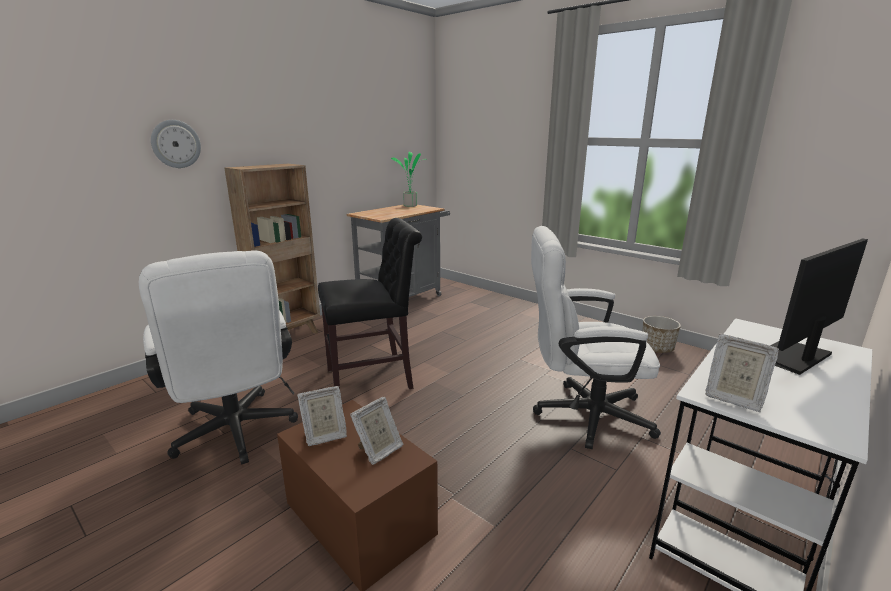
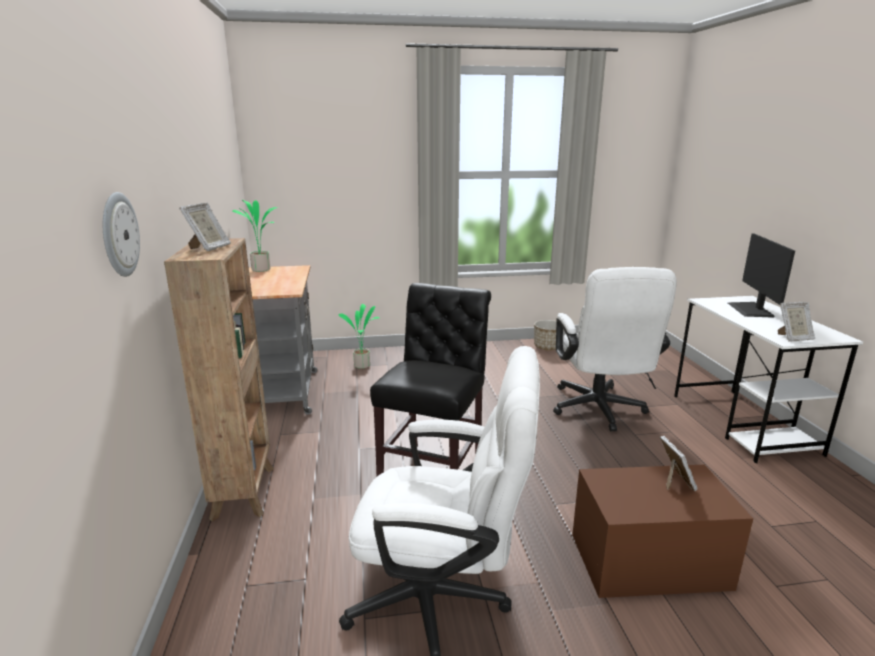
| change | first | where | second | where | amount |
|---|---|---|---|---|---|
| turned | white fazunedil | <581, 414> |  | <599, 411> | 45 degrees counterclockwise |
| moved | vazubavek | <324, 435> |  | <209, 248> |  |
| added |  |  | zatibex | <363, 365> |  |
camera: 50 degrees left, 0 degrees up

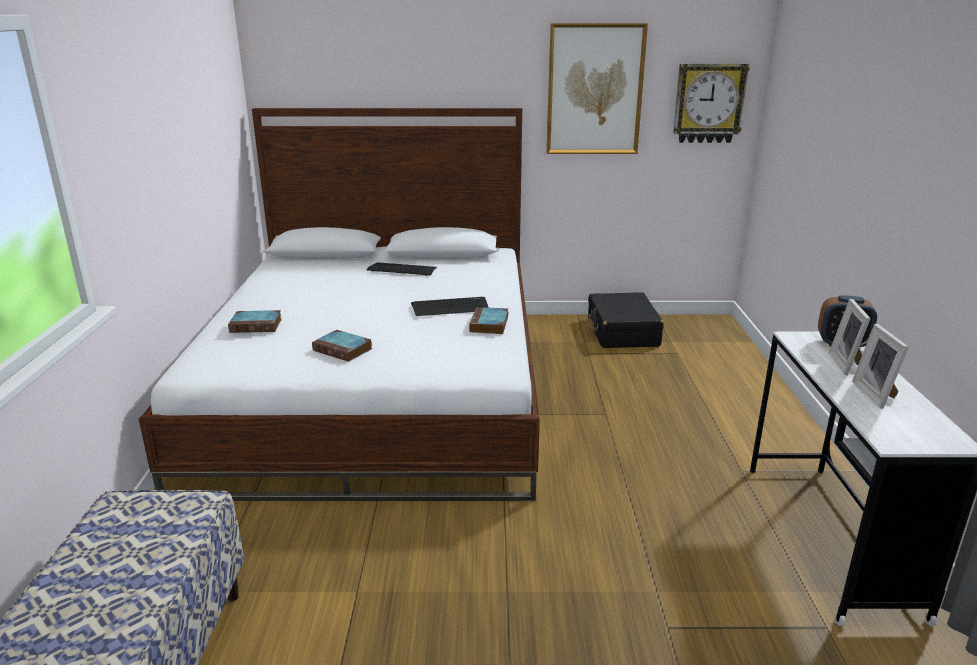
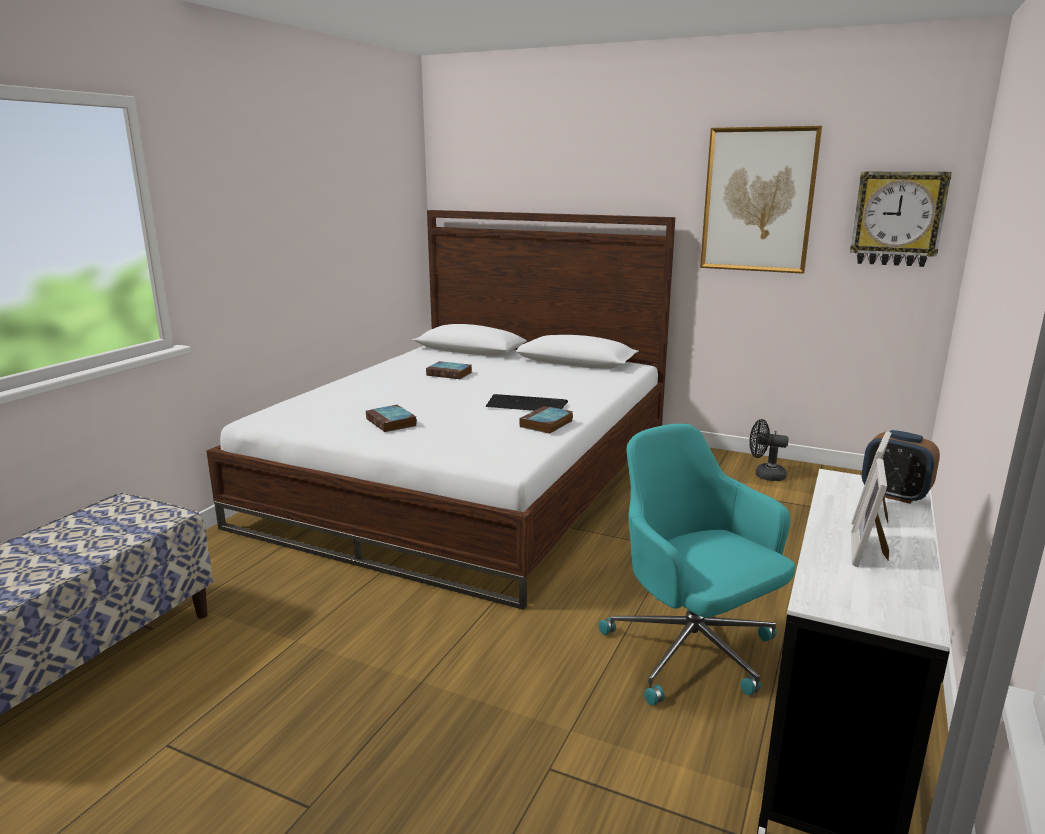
| change | first | where | second | where | amount |
|---|---|---|---|---|---|
| removed | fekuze | <402, 270> |  |  |  |
| replaced | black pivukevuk | <622, 332> | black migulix | <764, 475> |  |
| moved | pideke | <257, 325> |  | <450, 374> |  |
| added |  |  | turquoise fazunedil | <692, 652> |  |
camera: 25 degrees right, 5 degrees down

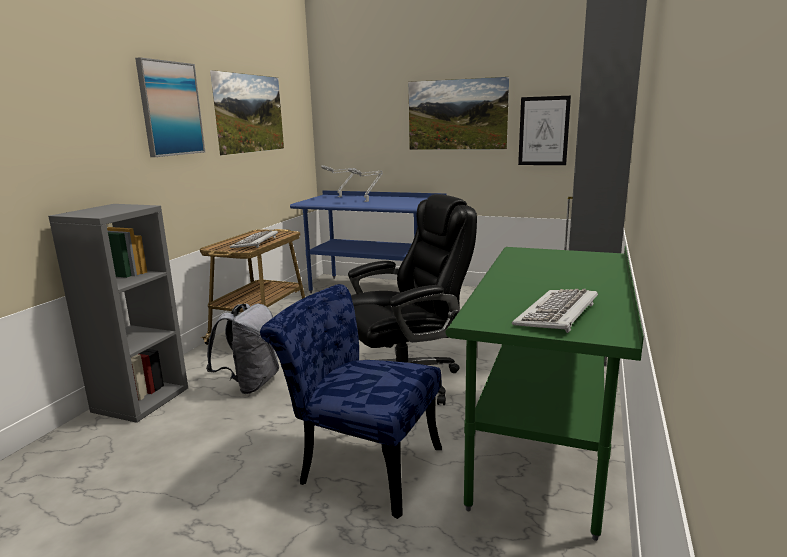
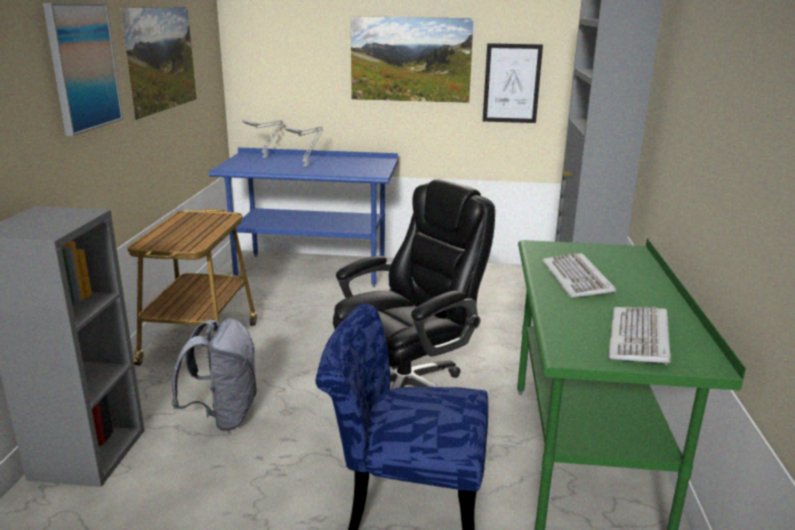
| change | first | where | second | where | amount |
|---|---|---|---|---|---|
| moved | fekuze | <255, 242> |  | <577, 279> |  |
camera: 15 degrees left, 5 degrees up

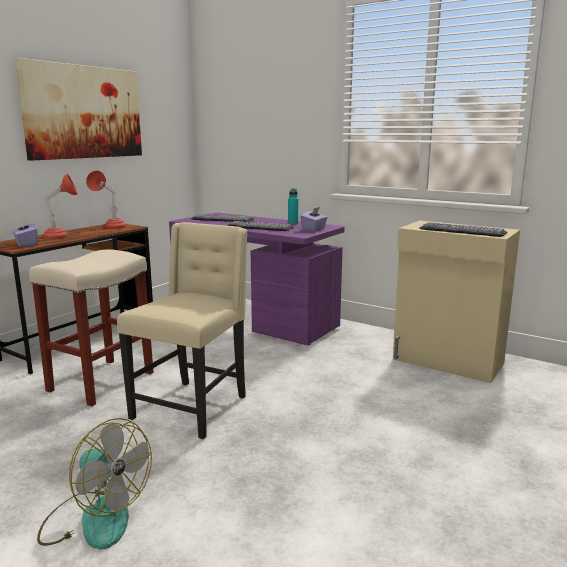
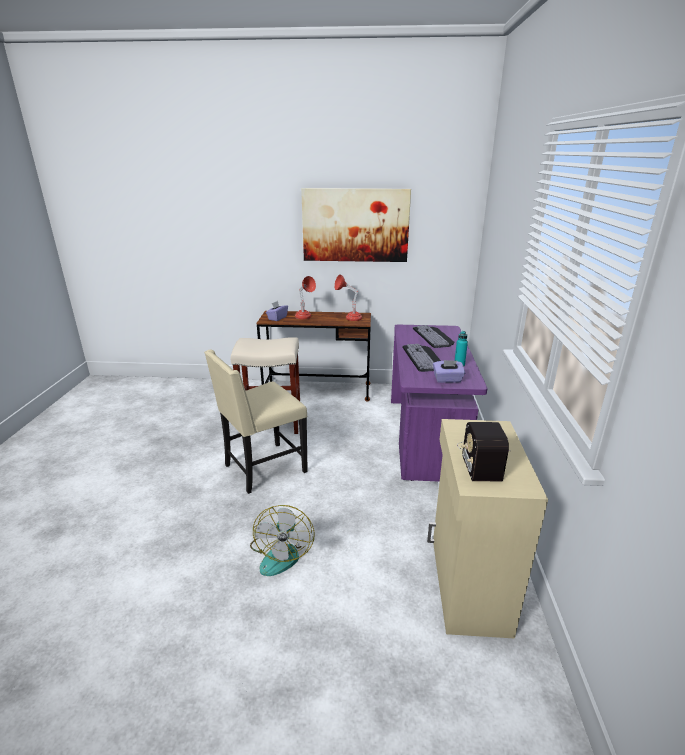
| change | first | where | second | where | amount |
|---|---|---|---|---|---|
| turned | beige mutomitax | <192, 407> |  | <263, 469> | 150 degrees clockwise |
| replaced | fekuze | <464, 230> | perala | <481, 458> |  |
| moved | migulix | <95, 518> |  | <281, 553> |  |
camera: 60 degrees right, 10 degrees up

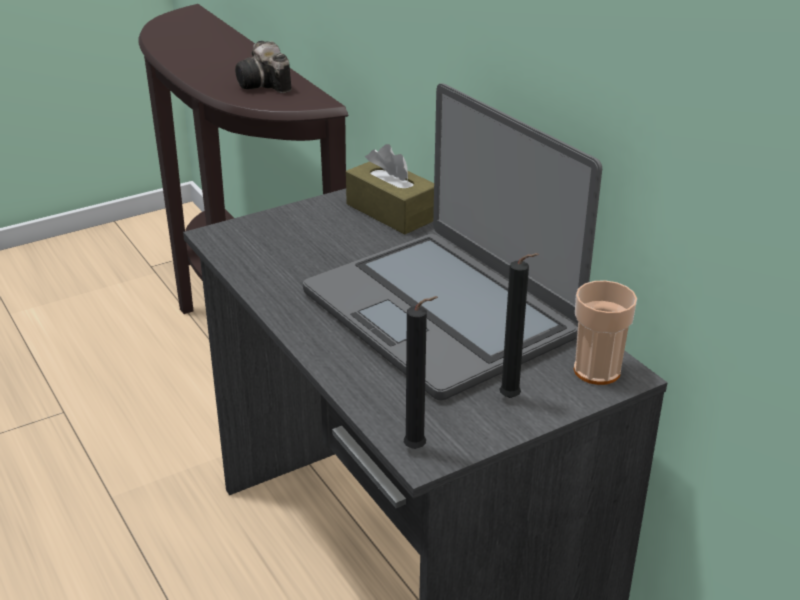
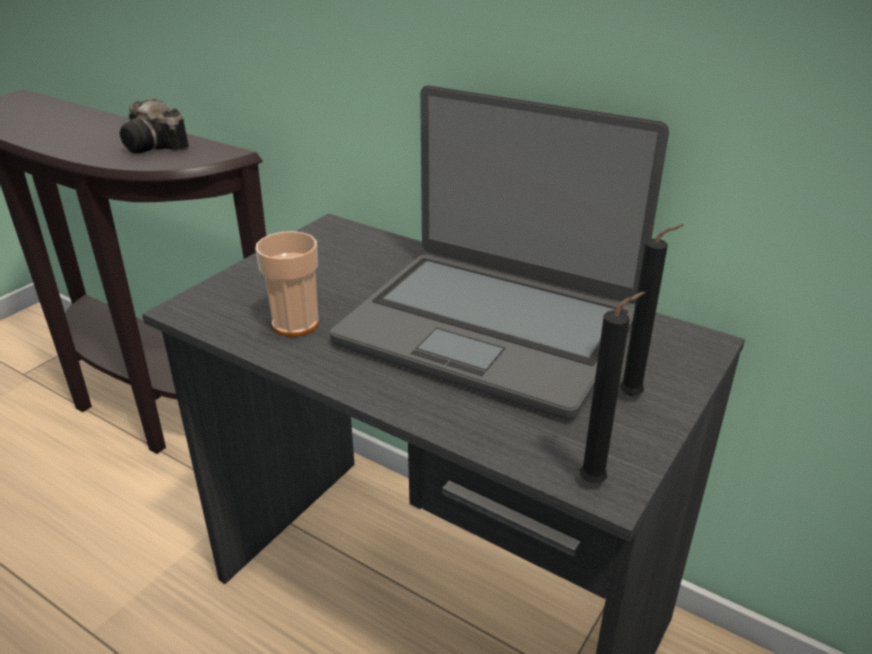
| change | first | where | second | where | amount |
|---|---|---|---|---|---|
| removed | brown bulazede | <391, 212> |  |  |  |
| moved | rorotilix | <597, 371> |  | <295, 323> |  |
camera: 25 degrees left, 0 degrees up

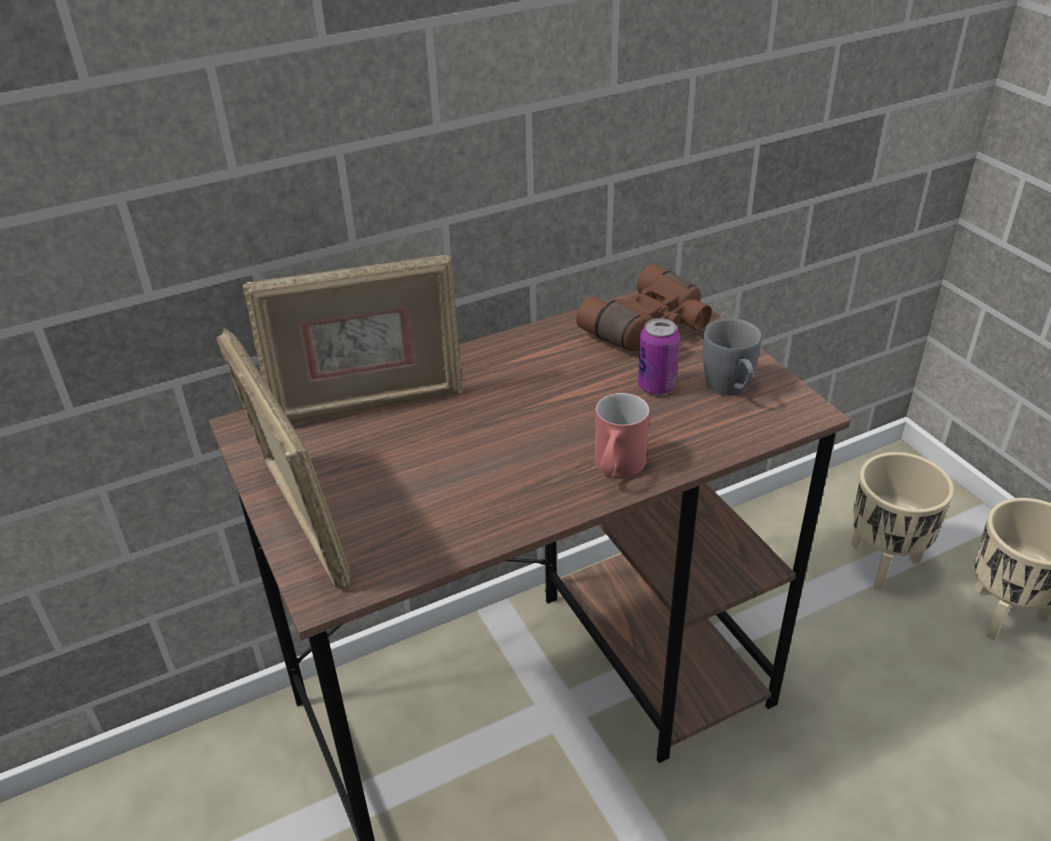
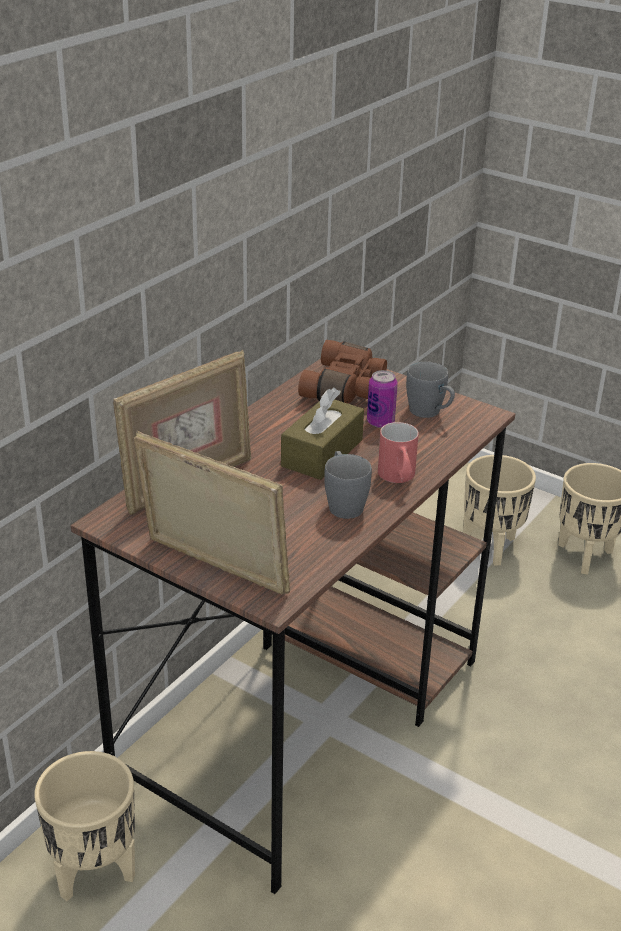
| change | first | where | second | where | amount |
|---|---|---|---|---|---|
| added |  |  | brown bulazede | <322, 453> |  |
| added |  |  | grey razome | <343, 503> |  |
| added |  |  | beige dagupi | <94, 871> |  |
camera: 30 degrees left, 5 degrees down

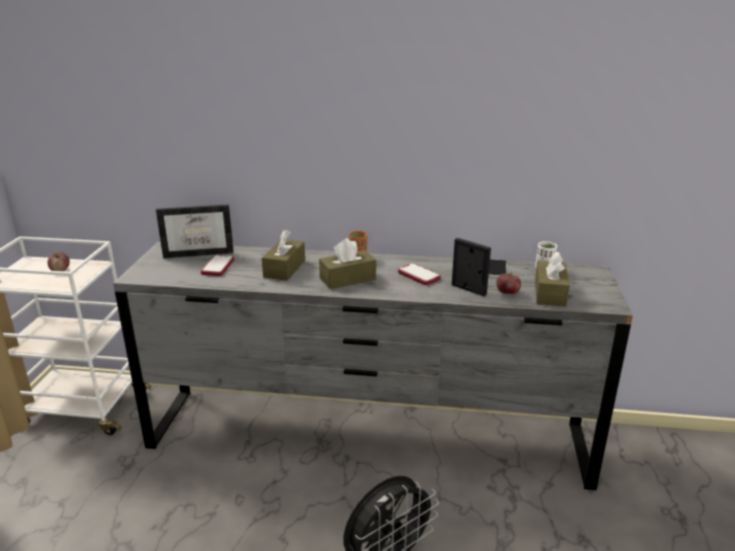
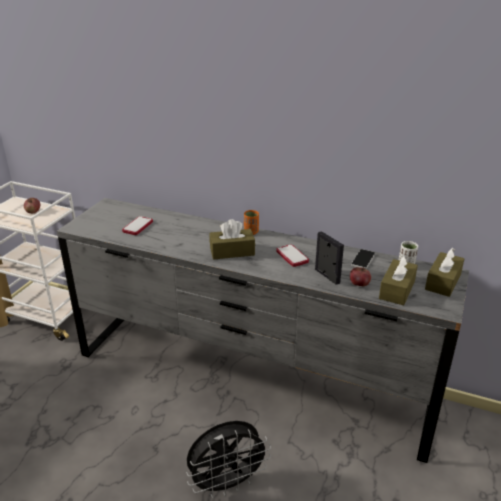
| change | first | where | second | where | amount |
|---|---|---|---|---|---|
| removed | vazubavek | <200, 252> |  |  |  |
| moved | brown bulazede | <284, 268> |  | <443, 282> |  |
camera: 15 degrees right, 5 degrees up

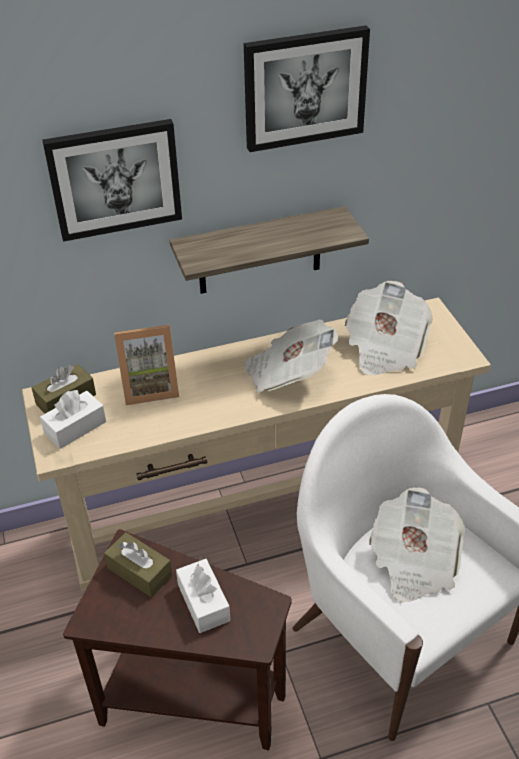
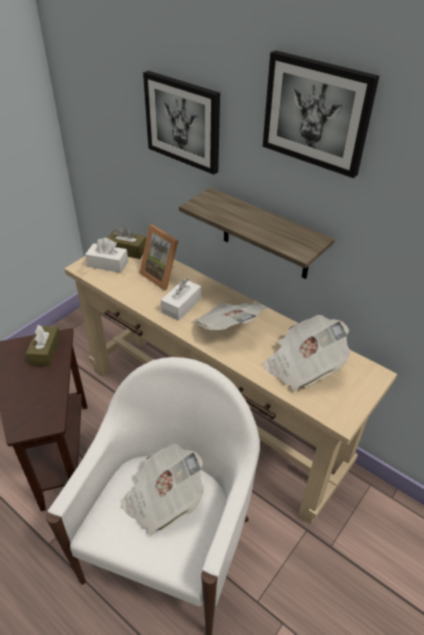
| change | first | where | second | where | amount |
|---|---|---|---|---|---|
| moved | white bulazede | <203, 602> |  | <181, 306> |  |
camera: 55 degrees right, 0 degrees up

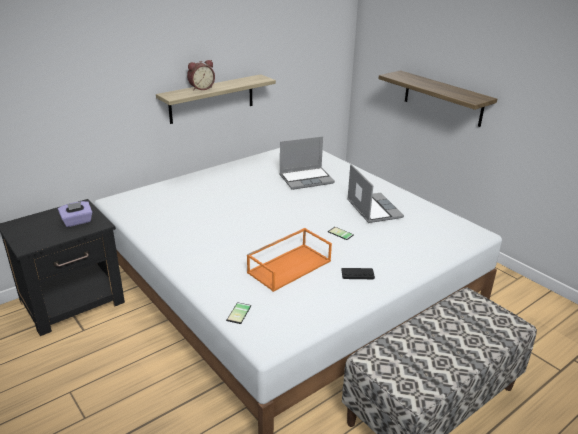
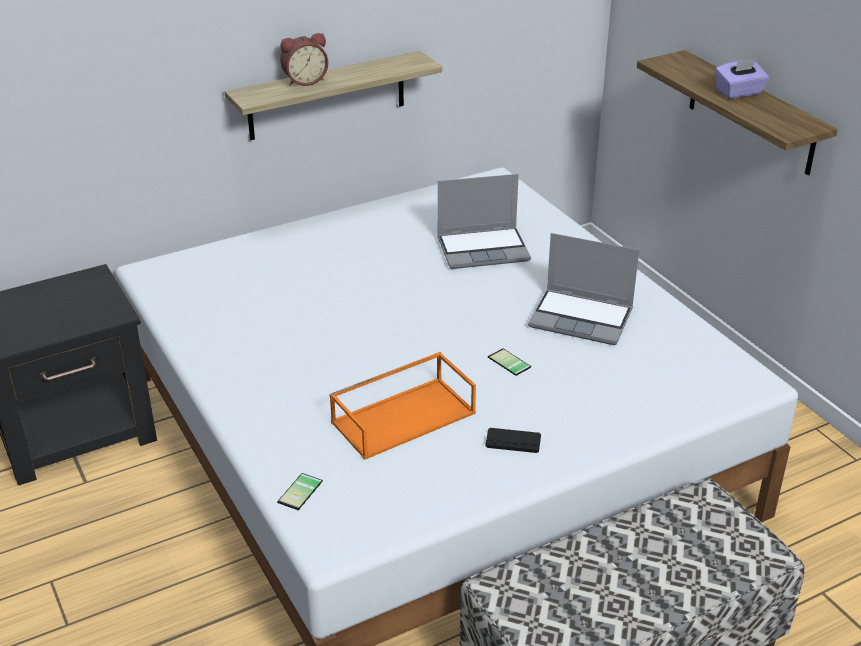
| change | first | where | second | where | amount |
|---|---|---|---|---|---|
| turned | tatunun | <373, 209> |  | <582, 318> | 120 degrees clockwise |
| moved | purple bulazede | <77, 222> |  | <739, 93> |  |
camera: 10 degrees right, 5 degrees up

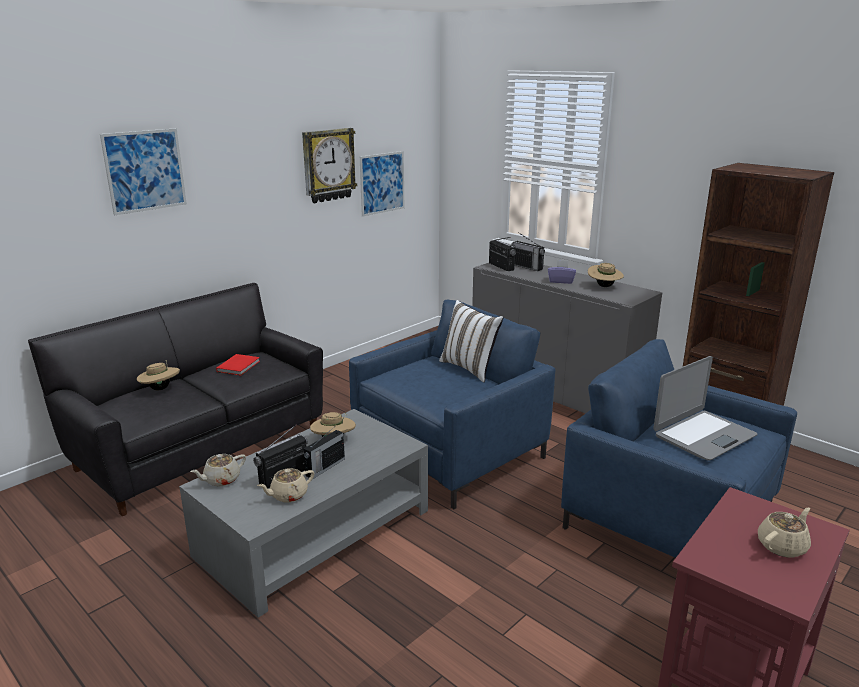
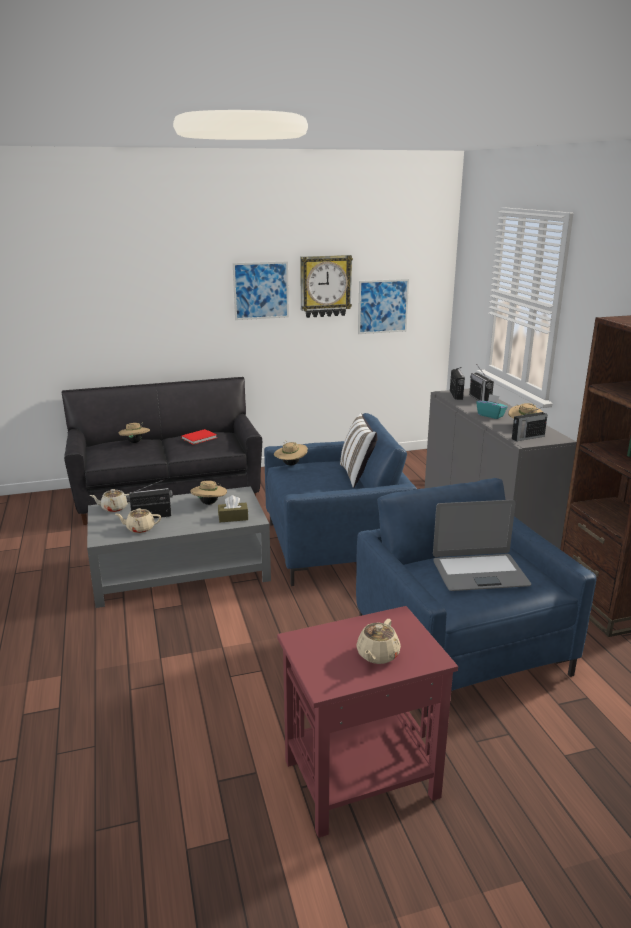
| change | first | where | second | where | amount |
|---|---|---|---|---|---|
| moved | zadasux | <145, 171> |  | <261, 290> |  |
| recoloured | purple bulazede | <561, 281> | turquoise bulazede | <490, 415> |  |
| moved | perala | <324, 467> |  | <527, 437> |  |
| turned | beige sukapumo | <782, 546> |  | <377, 655> | 120 degrees clockwise |
| added |  |  | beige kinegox | <290, 464> |  |
| added |  |  | brown bulazede | <233, 518> |  |
camera: 30 degrees right, 0 degrees up

